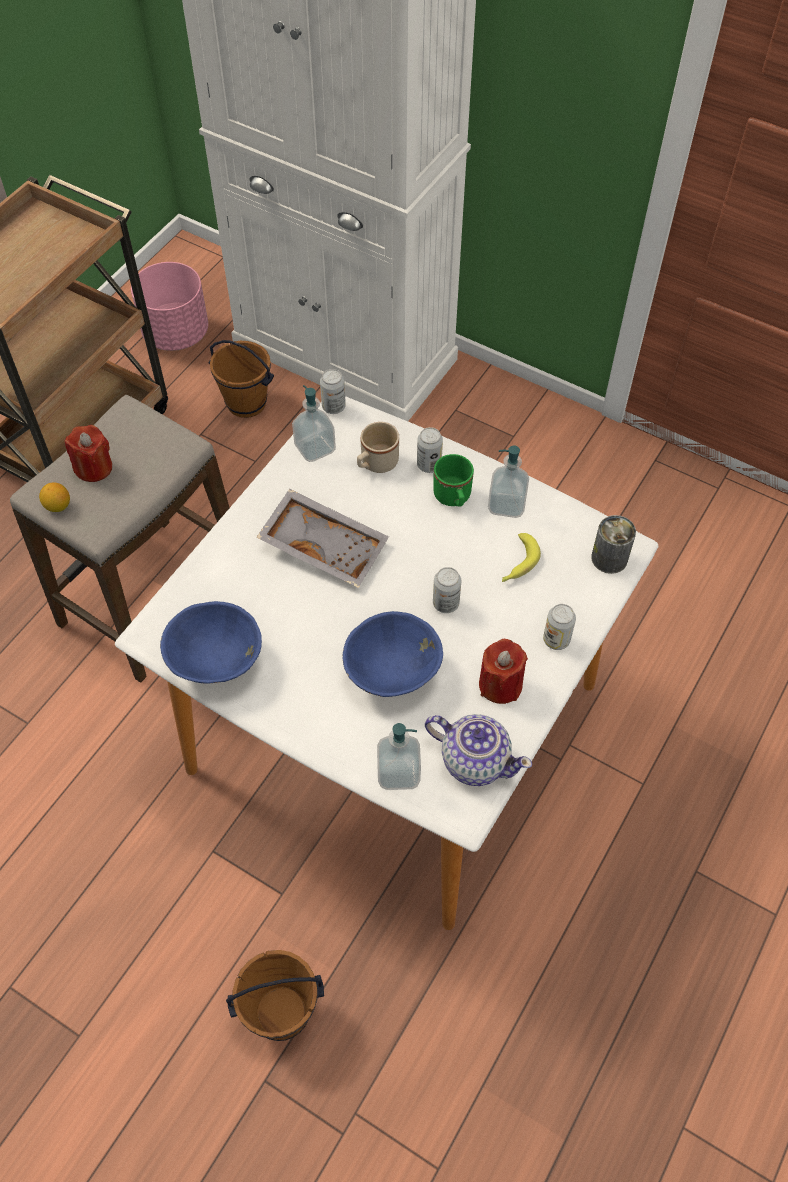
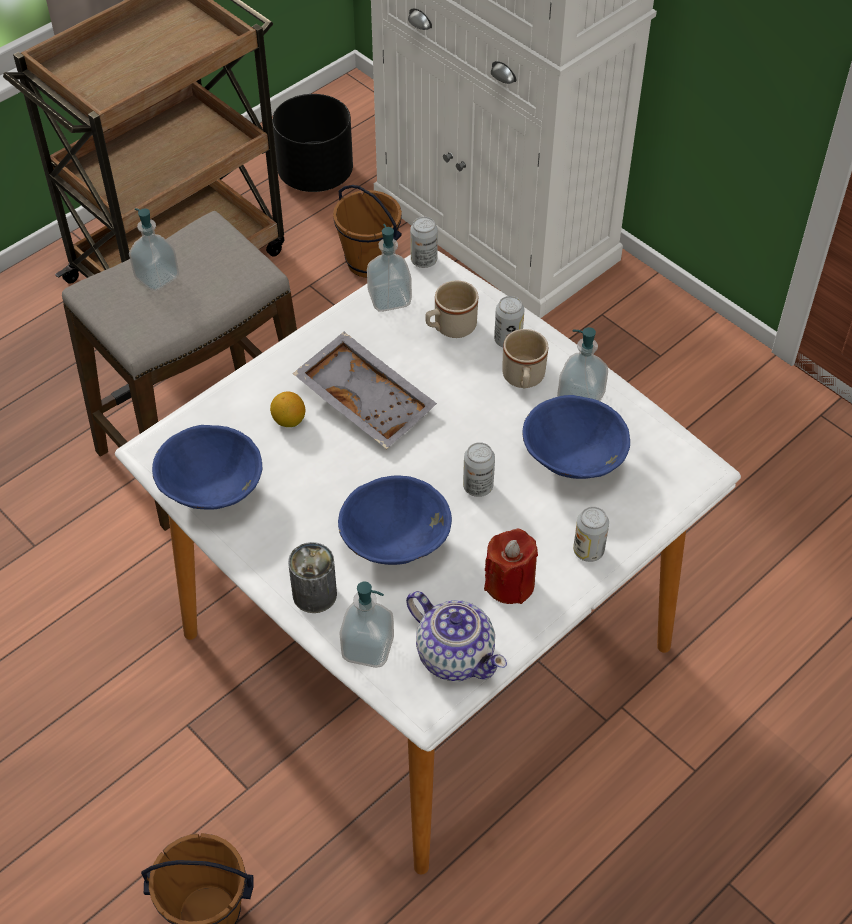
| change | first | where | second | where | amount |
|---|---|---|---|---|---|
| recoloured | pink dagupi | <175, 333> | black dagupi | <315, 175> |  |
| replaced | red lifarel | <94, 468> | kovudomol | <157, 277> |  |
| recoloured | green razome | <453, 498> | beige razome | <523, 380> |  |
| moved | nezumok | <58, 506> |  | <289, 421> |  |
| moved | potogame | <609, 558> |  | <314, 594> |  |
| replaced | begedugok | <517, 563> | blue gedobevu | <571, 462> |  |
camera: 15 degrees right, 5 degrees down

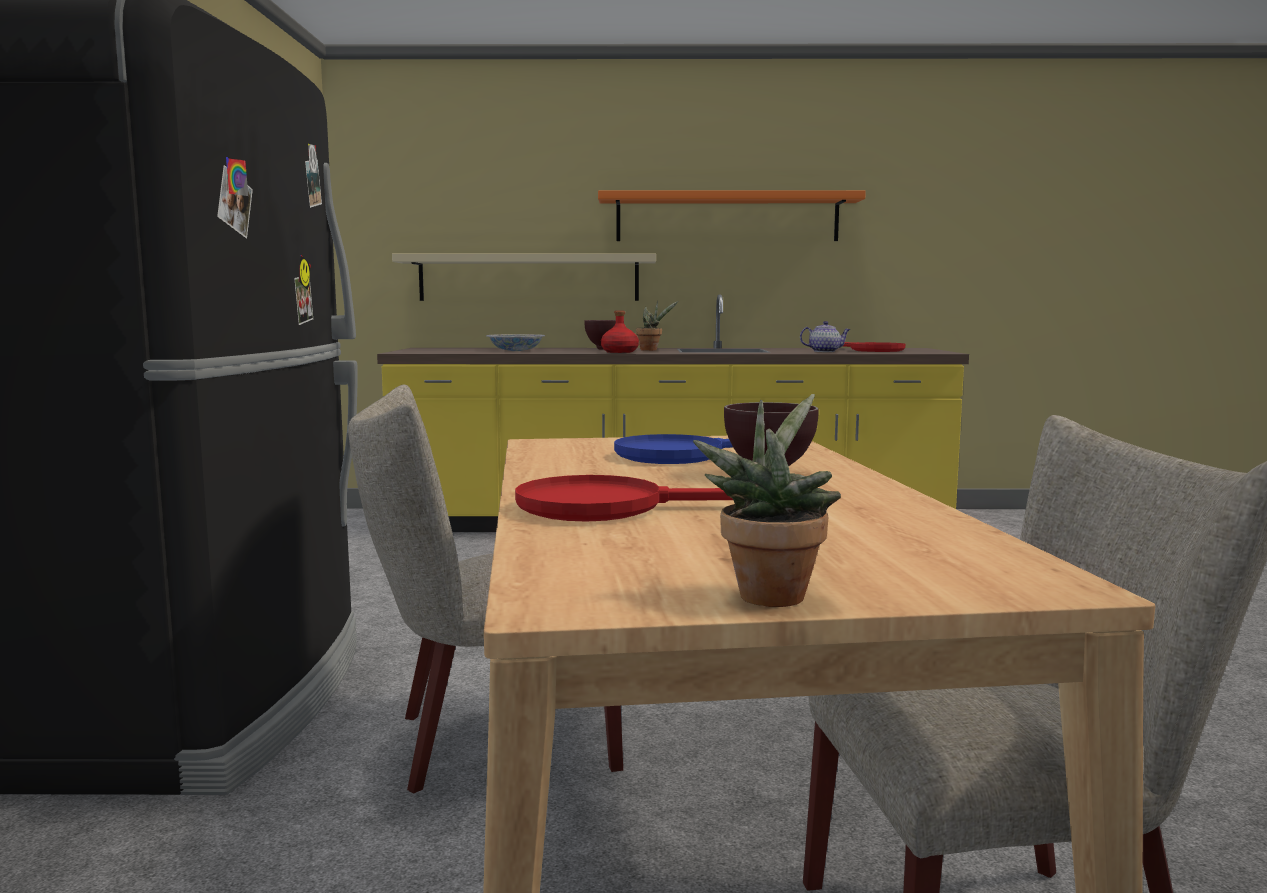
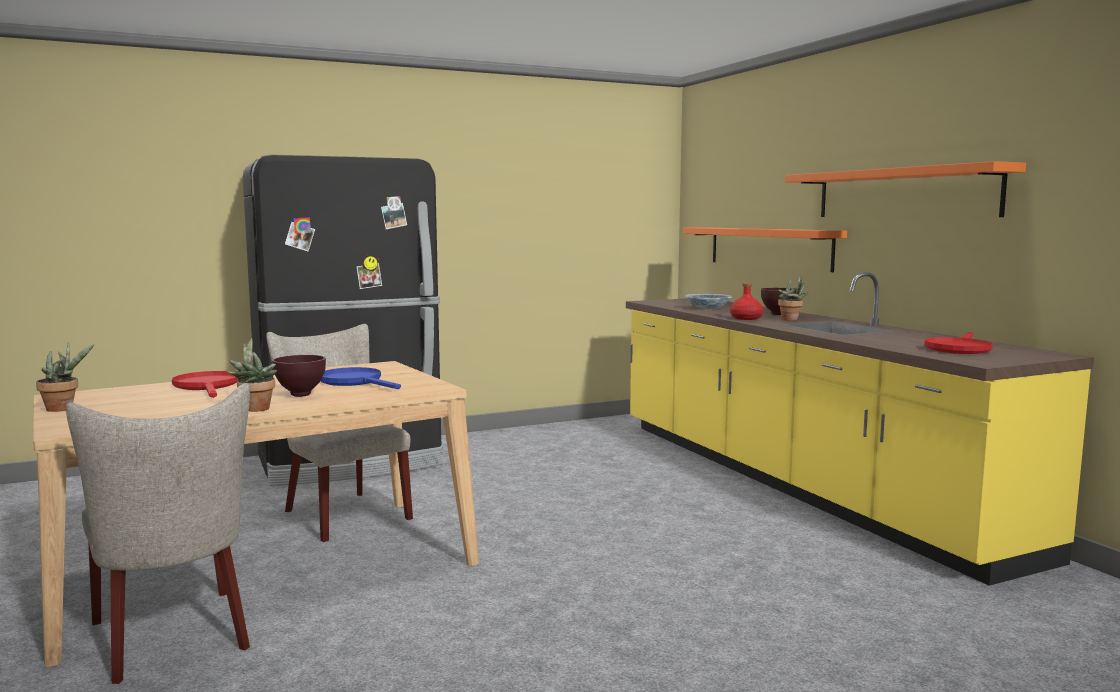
| change | first | where | second | where | amount |
|---|---|---|---|---|---|
| recoloured | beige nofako | <529, 278> | orange nofako | <768, 247> |  |
| removed | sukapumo | <825, 351> |  |  |  |
| added |  |  | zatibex | <255, 408> |  |
camera: 65 degrees right, 0 degrees up

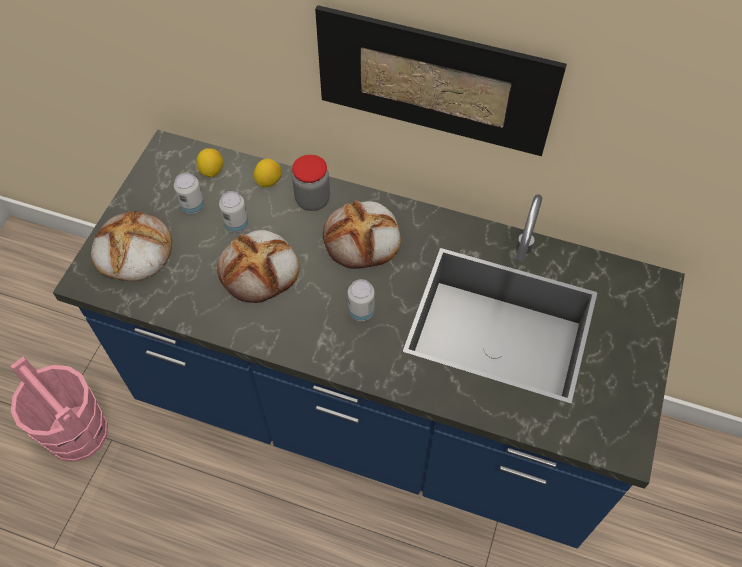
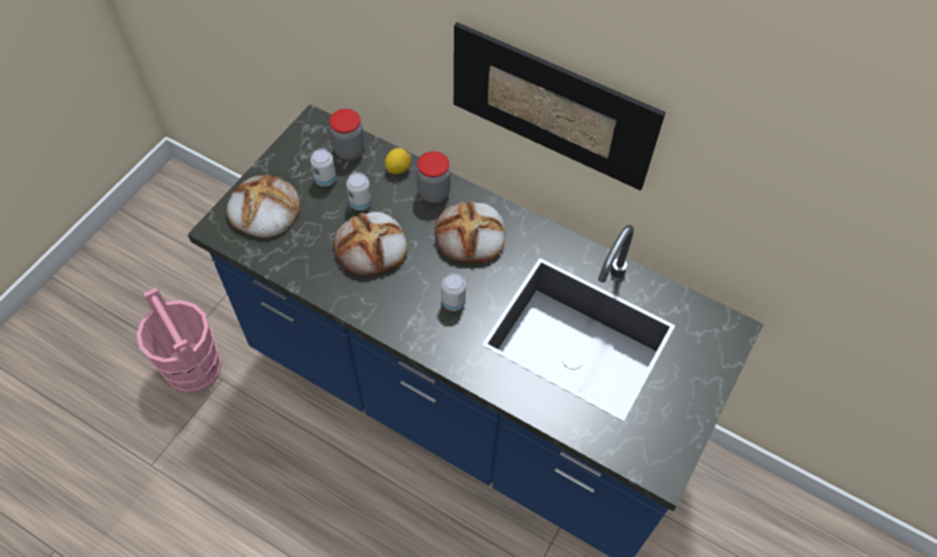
| change | first | where | second | where | amount |
|---|---|---|---|---|---|
| replaced | nezumok | <211, 171> | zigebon | <349, 150> |  |
camera: 10 degrees right, 0 degrees up

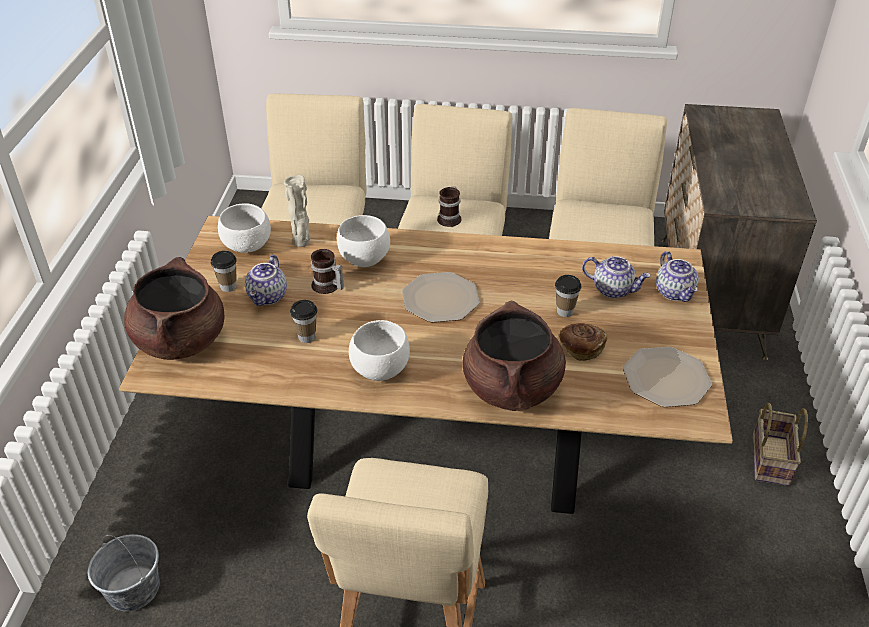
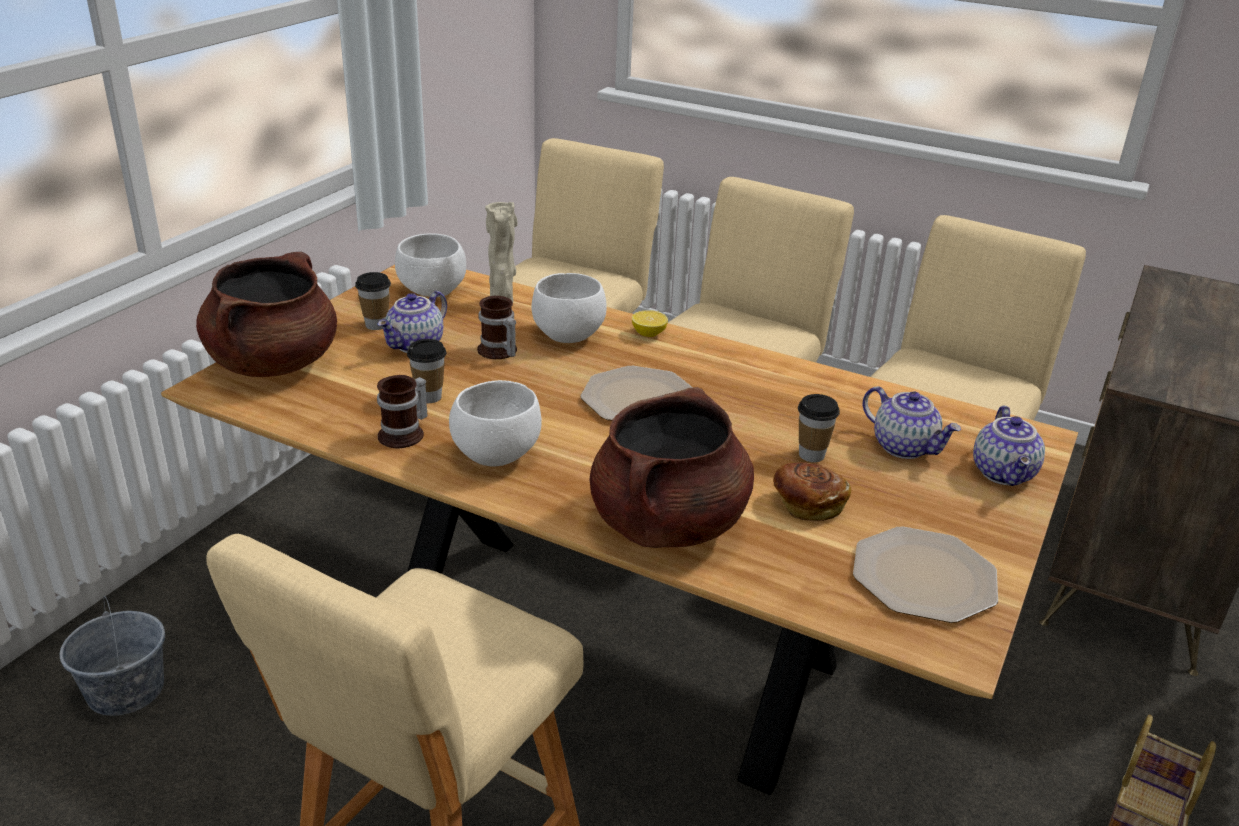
| change | first | where | second | where | amount |
|---|---|---|---|---|---|
| moved | razome | <451, 218> |  | <406, 434> |  |
| added |  |  | nezumok | <649, 333> |  |
camera: 20 degrees right, 10 degrees down

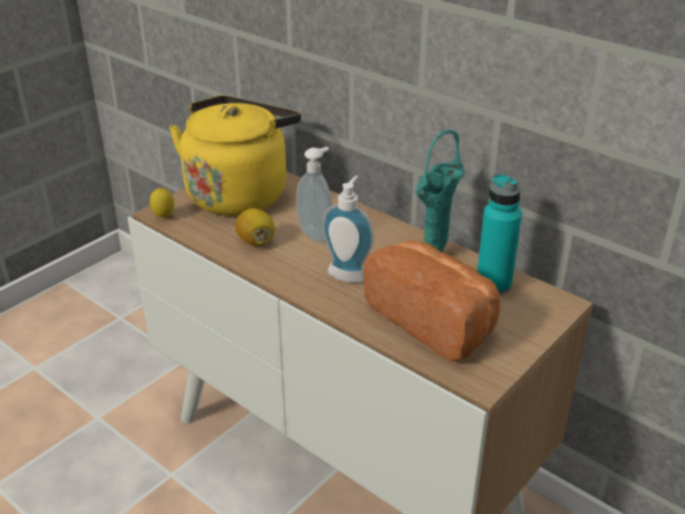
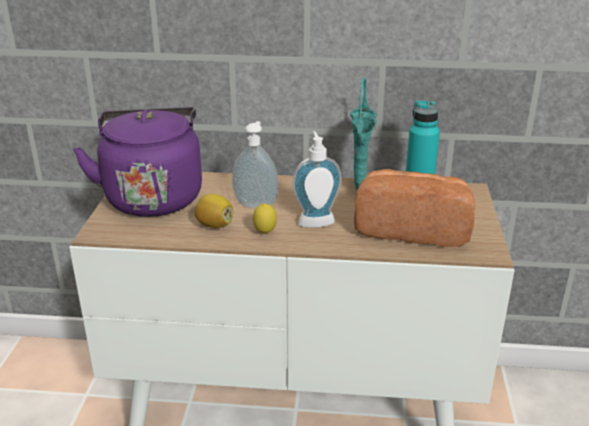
| change | first | where | second | where | amount |
|---|---|---|---|---|---|
| recoloured | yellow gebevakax | <239, 193> | purple gebevakax | <153, 197> |  |
| moved | nezumok | <164, 217> |  | <265, 233> |  |
camera: 35 degrees left, 5 degrees down

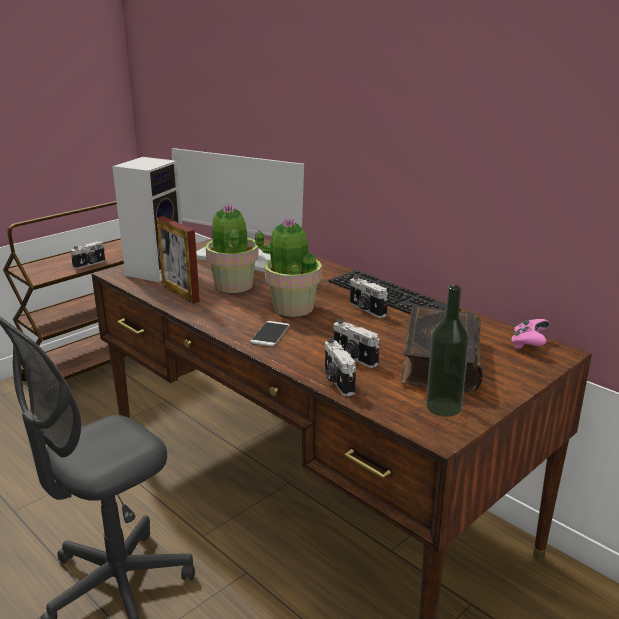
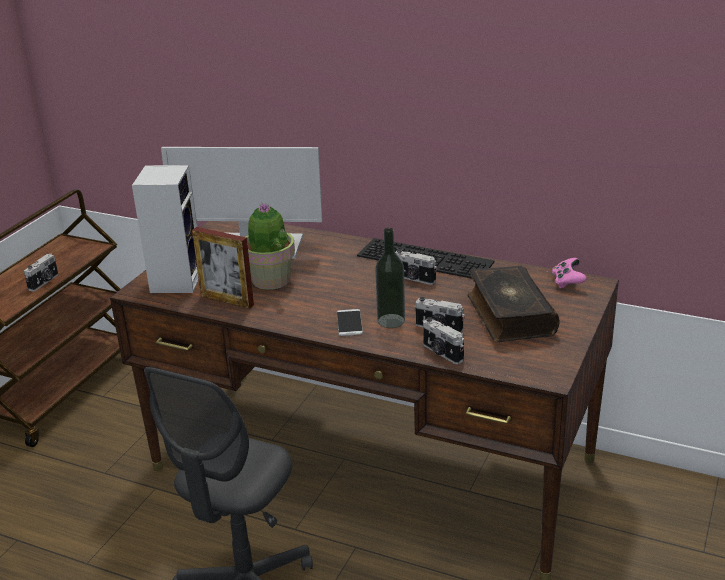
| change | first | where | second | where | amount |
|---|---|---|---|---|---|
| removed | zatibex | <293, 307> |  |  |  |
| moved | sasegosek | <443, 407> |  | <391, 321> |  |
camera: 20 degrees left, 5 degrees up

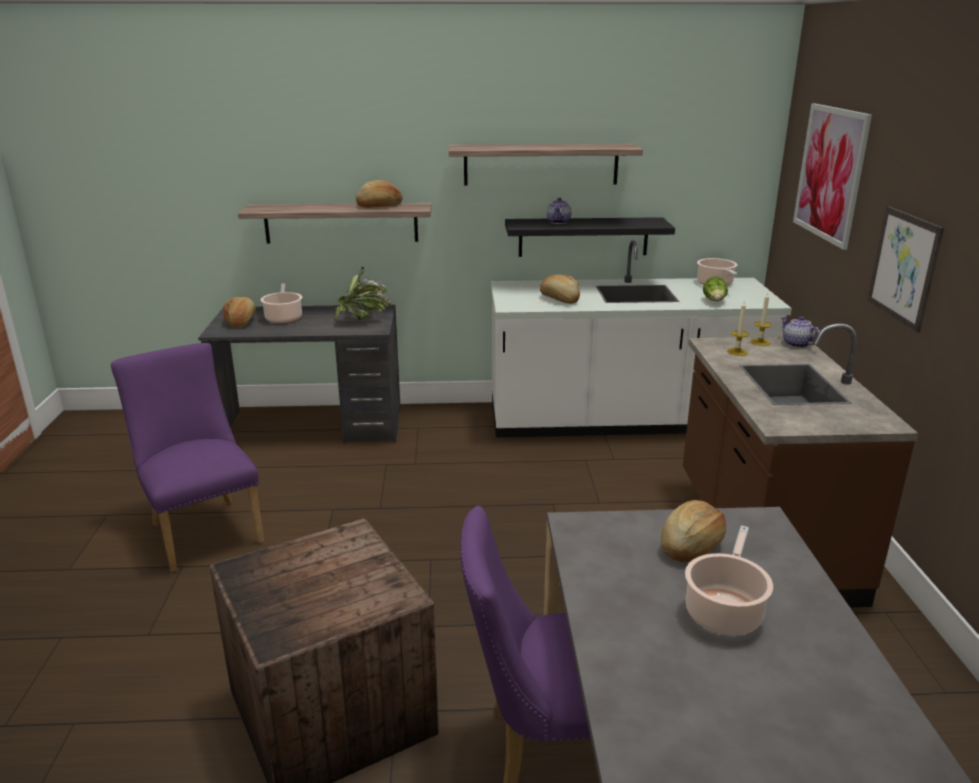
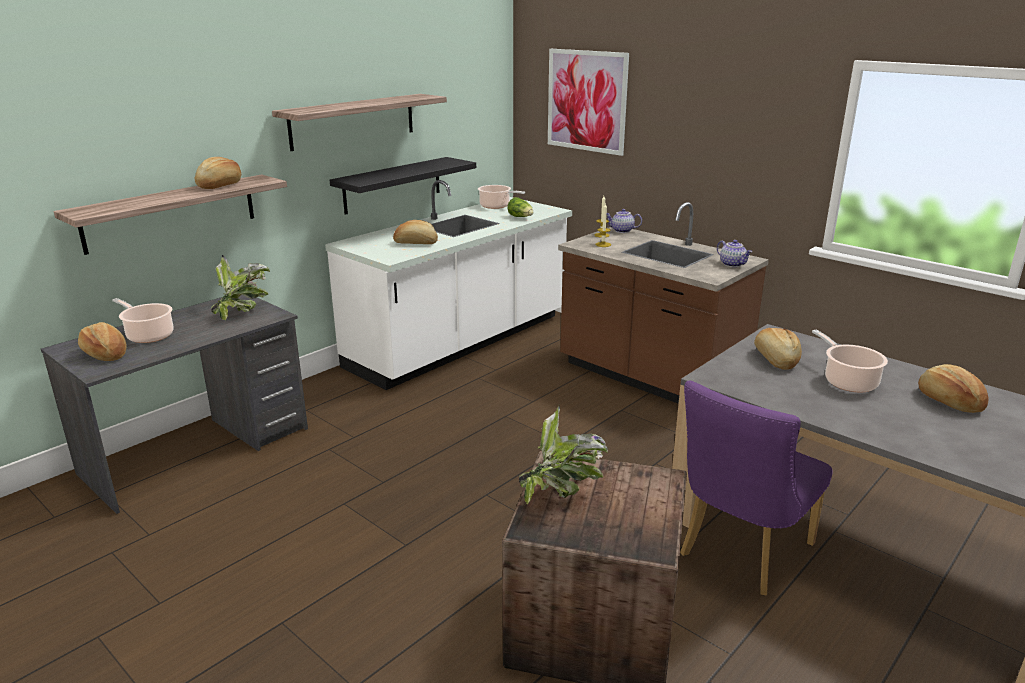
| change | first | where | second | where | amount |
|---|---|---|---|---|---|
| moved | sukapumo | <559, 222> |  | <733, 264> |  |
| removed | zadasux | <903, 267> |  |  |  |
| removed | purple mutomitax | <203, 529> |  |  |  |
| added |  |  | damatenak | <949, 401> |  |
| added |  |  | zatibex | <563, 492> |  |
camera: 45 degrees left, 0 degrees up

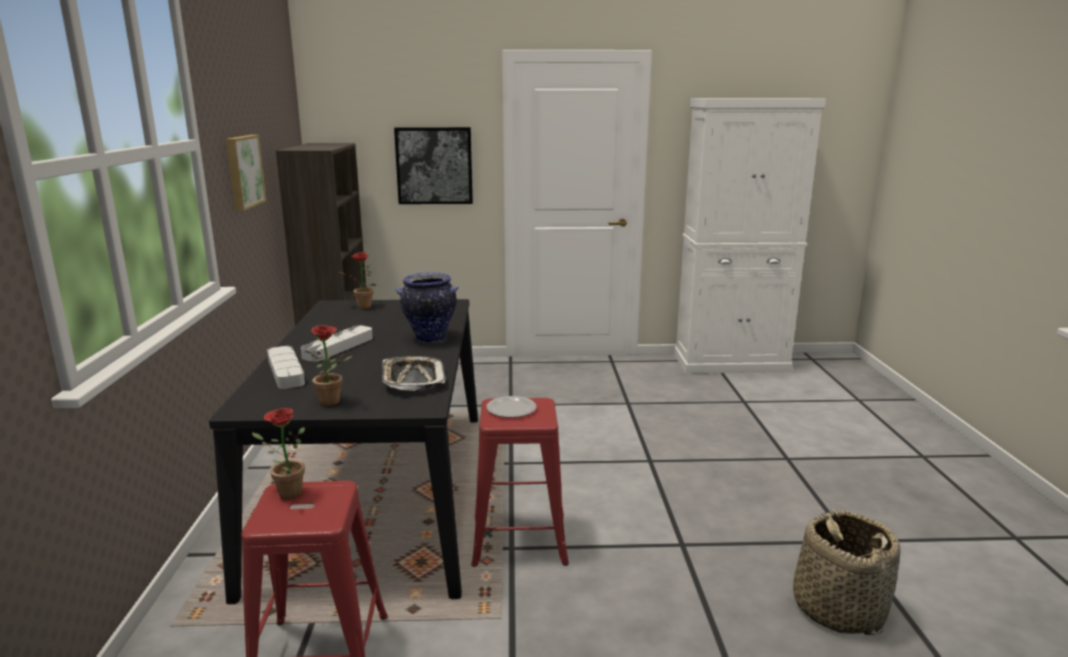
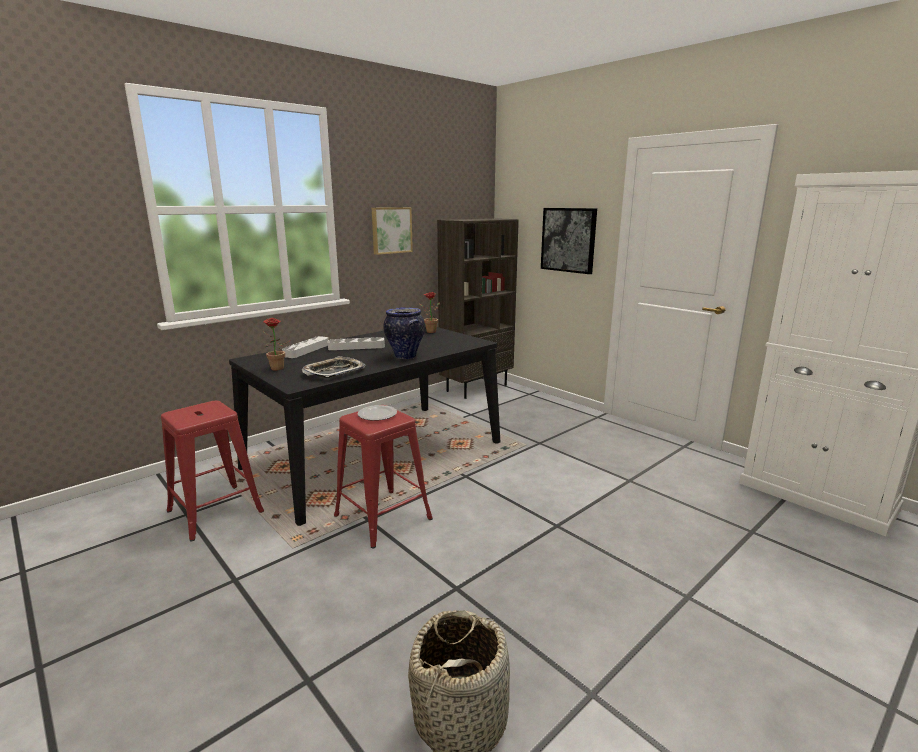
| change | first | where | second | where | amount |
|---|---|---|---|---|---|
| removed | zatibex | <285, 493> |  |  |  |
camera: 50 degrees right, 0 degrees up

